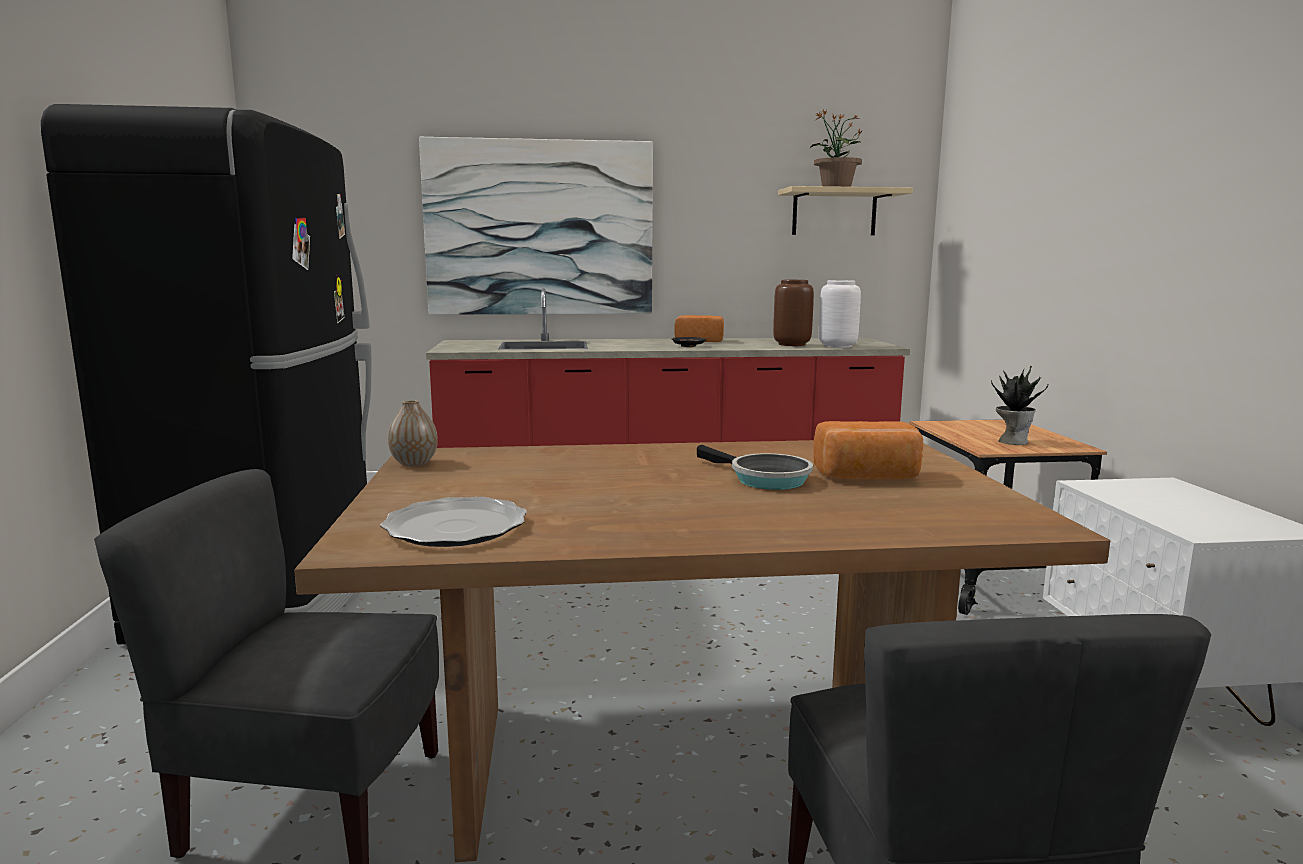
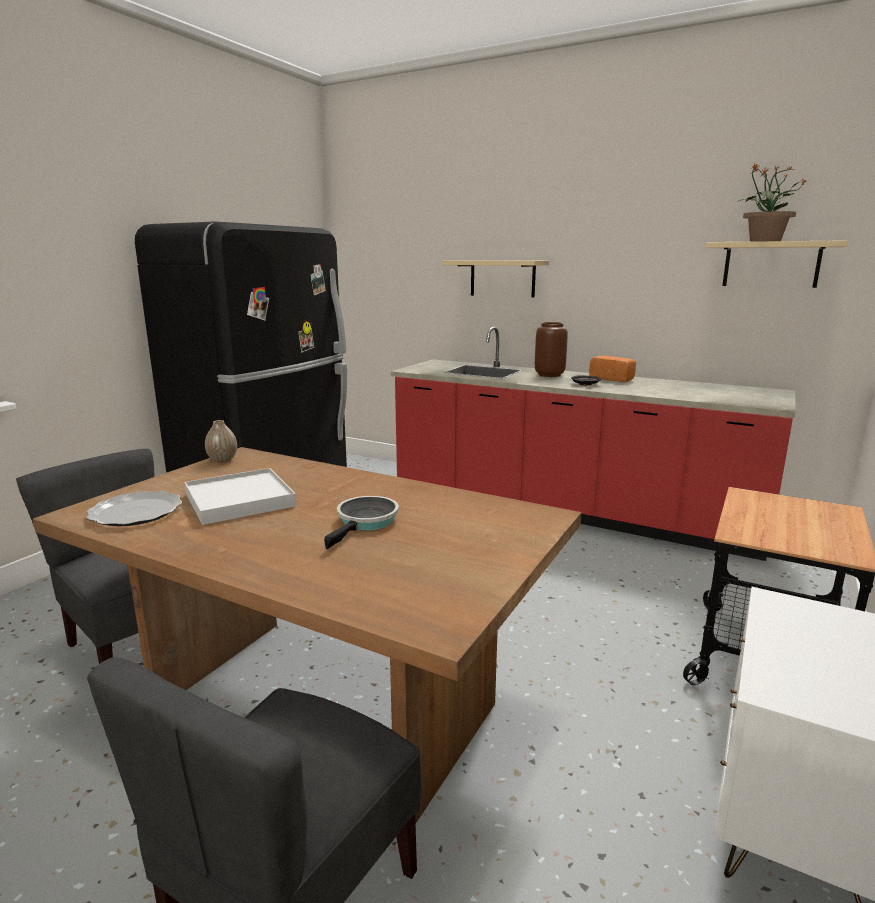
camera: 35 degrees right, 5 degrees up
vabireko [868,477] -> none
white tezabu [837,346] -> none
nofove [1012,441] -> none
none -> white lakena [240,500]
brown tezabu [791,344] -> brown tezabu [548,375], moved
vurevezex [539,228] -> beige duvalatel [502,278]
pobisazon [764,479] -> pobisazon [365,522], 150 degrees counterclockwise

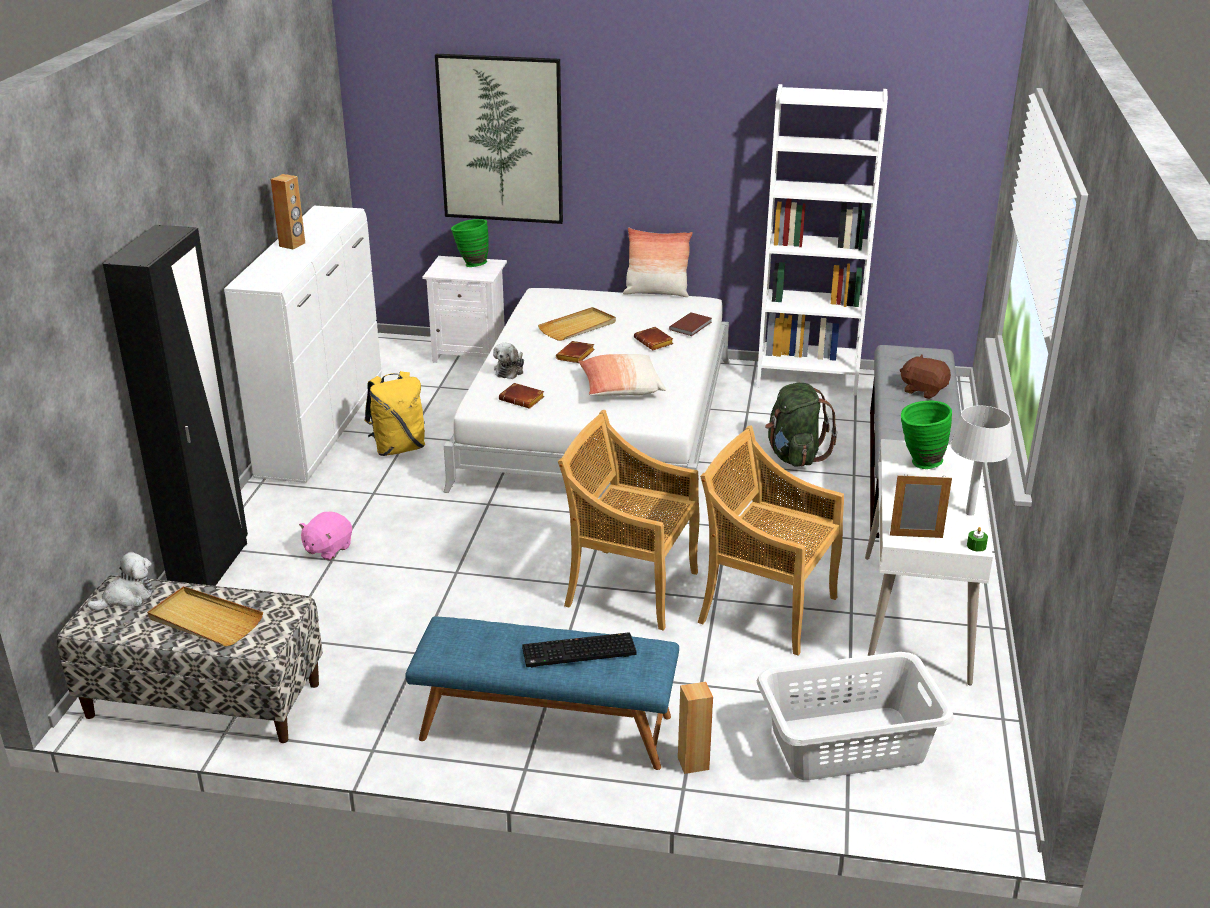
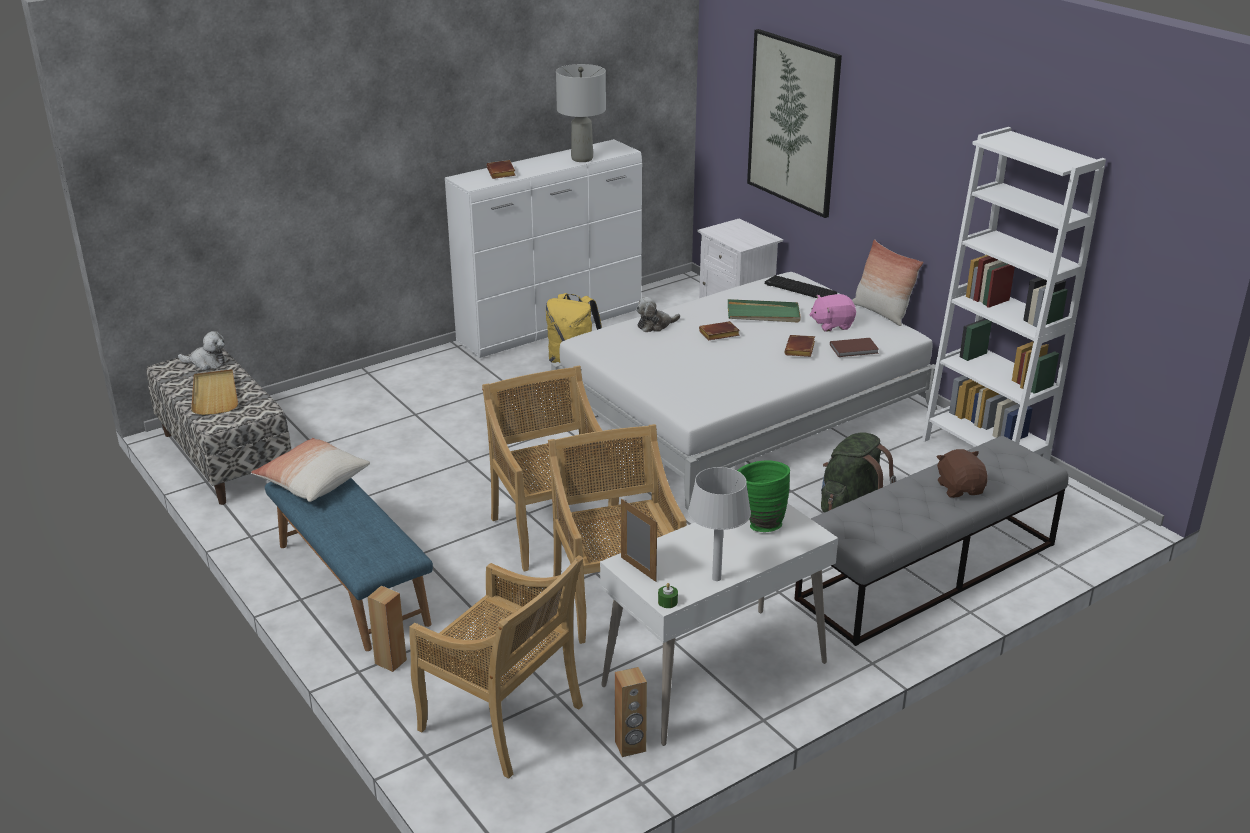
camera: 45 degrees right, 0 degrees up
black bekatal [211,568] -> none
green tezabu [471,264] -> none
none -> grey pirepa [581,159]
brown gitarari [292,245] -> brown gitarari [630,747], moved
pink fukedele [327,549] -> pink fukedele [832,325], moved
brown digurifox [523,399] -> brown digurifox [502,173], moved
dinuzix [578,653] -> dinuzix [799,289], moved
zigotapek [620,388] -> zigotapek [312,482], moved
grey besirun [849,744] -> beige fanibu [503,720]
beige lakena [578,327] -> green lakena [763,314]

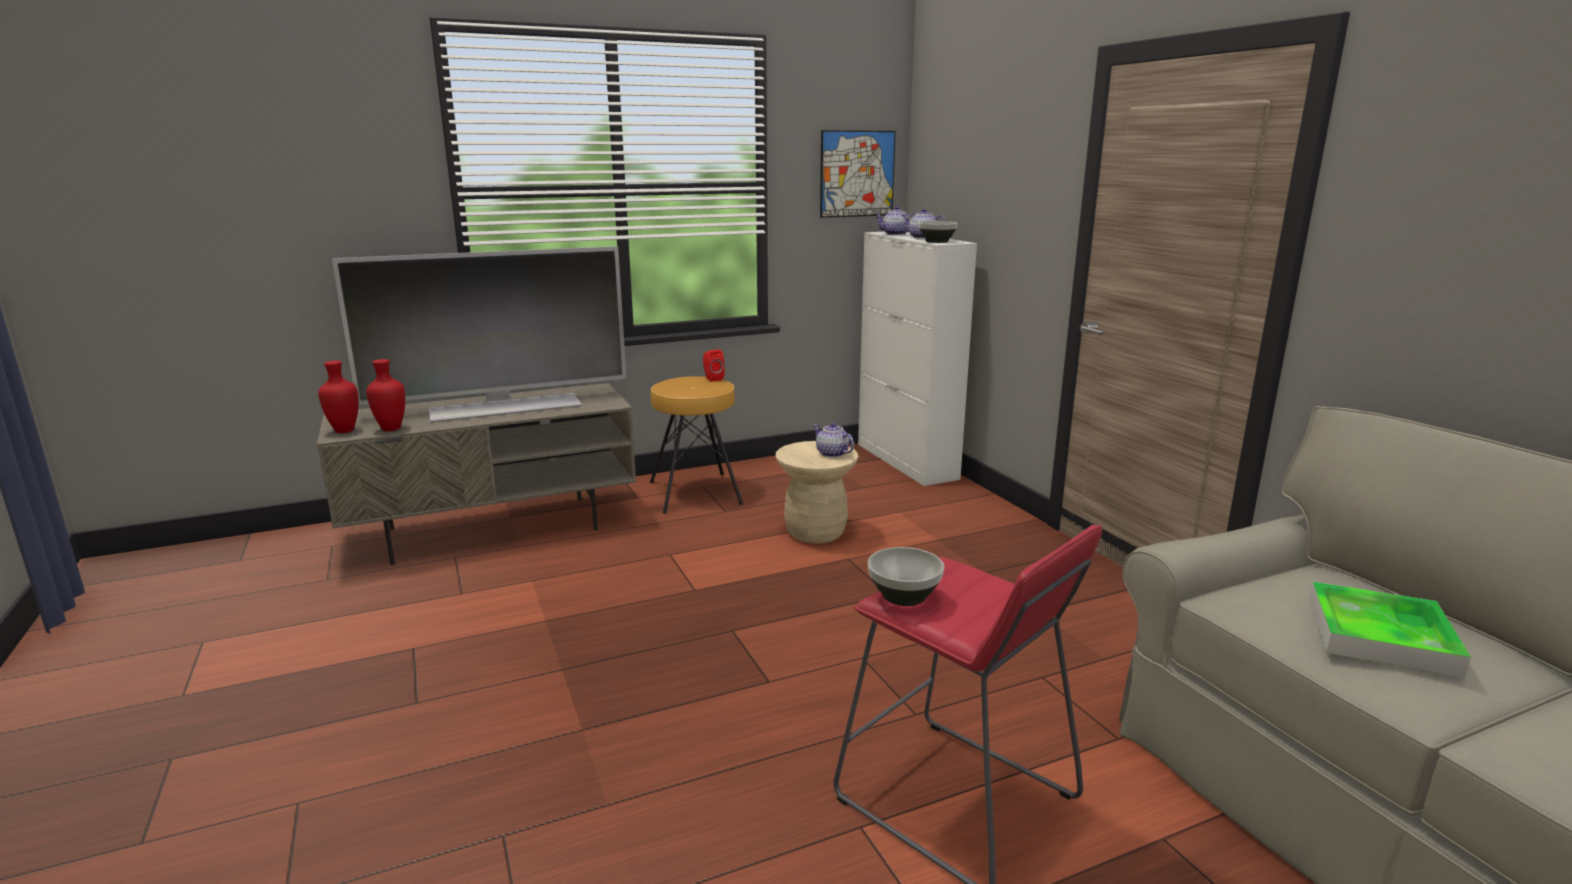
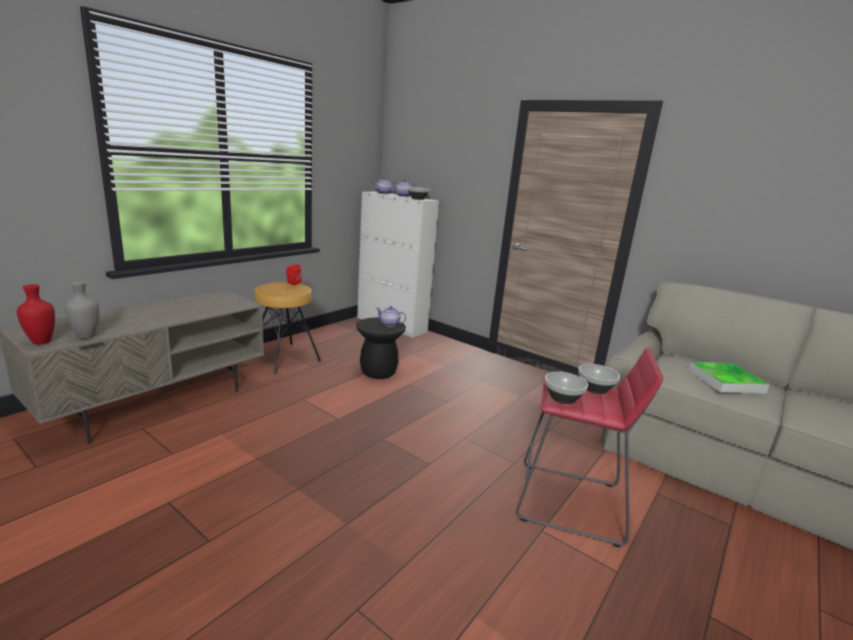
camera: 30 degrees left, 0 degrees up
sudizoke [505,407] -> none
vurevezex [857,174] -> none
none -> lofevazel [595,389]
red tezabu [392,429] -> grey tezabu [87,336]
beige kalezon [815,532] -> black kalezon [378,372]

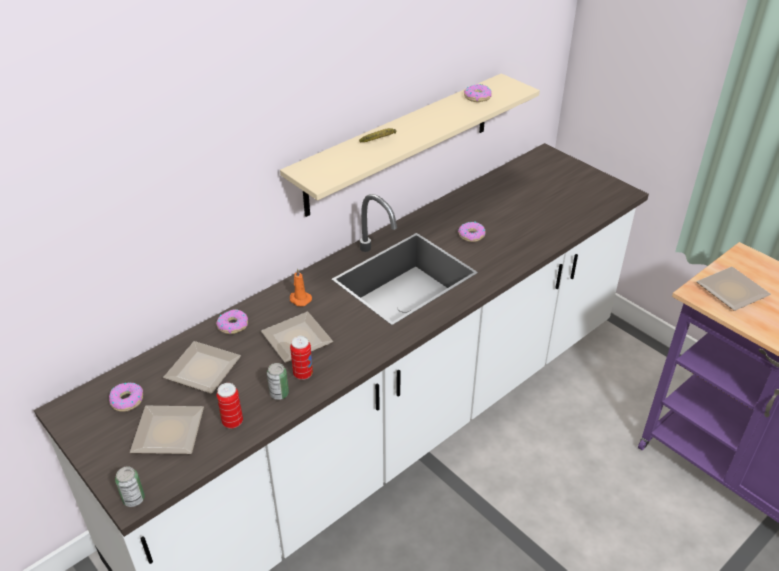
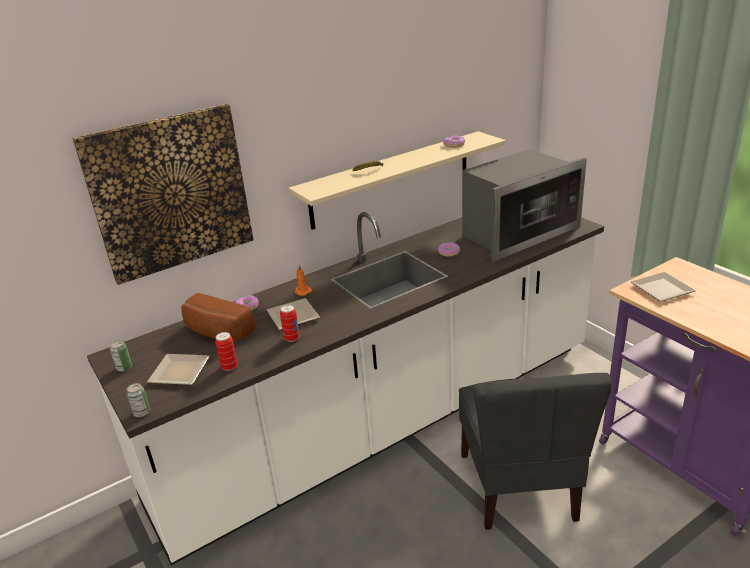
camera: 10 degrees right, 10 degrees down
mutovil [127,400] -> none
none -> vurevezex [170,193]
none -> grey fanibu [519,486]
none -> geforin [517,233]
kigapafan [279,394] -> kigapafan [124,368], moved
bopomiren [202,368] -> vabireko [216,333]

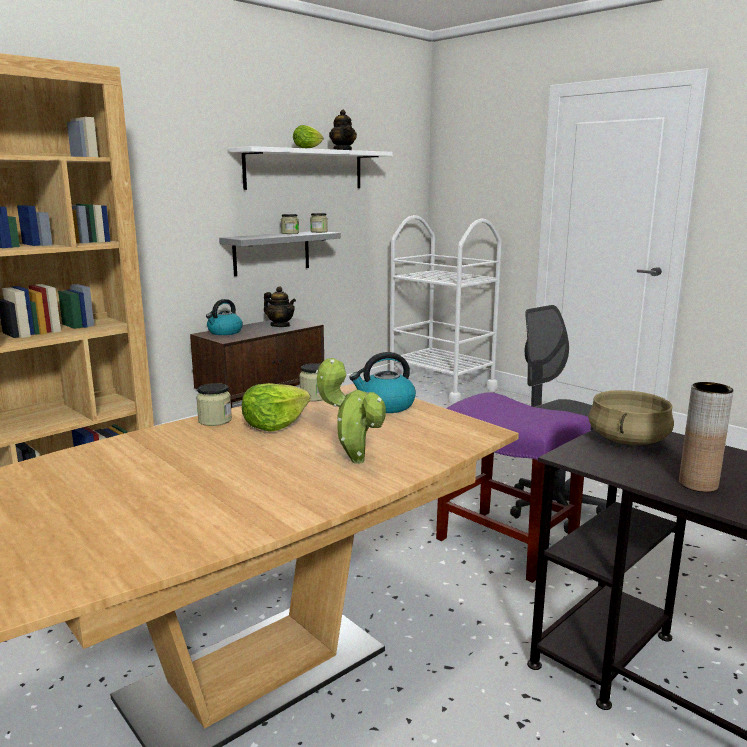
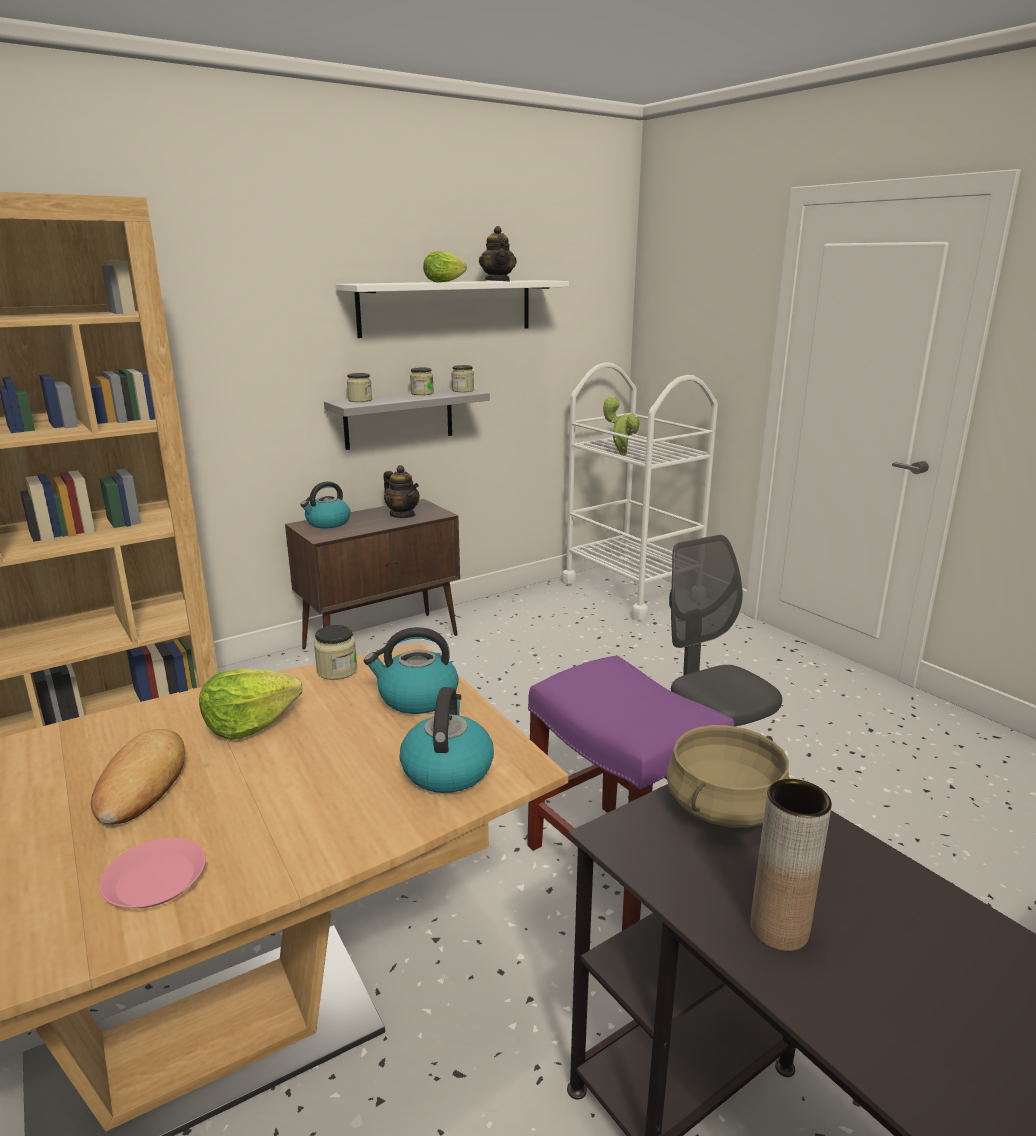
camera: 10 degrees right, 5 degrees up
none -> vabireko [141,784]
none -> pink bopomiren [156,880]
none -> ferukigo [447,769]
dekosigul [215,420] -> dekosigul [360,400], moved
nofove [353,460] -> nofove [620,453], moved

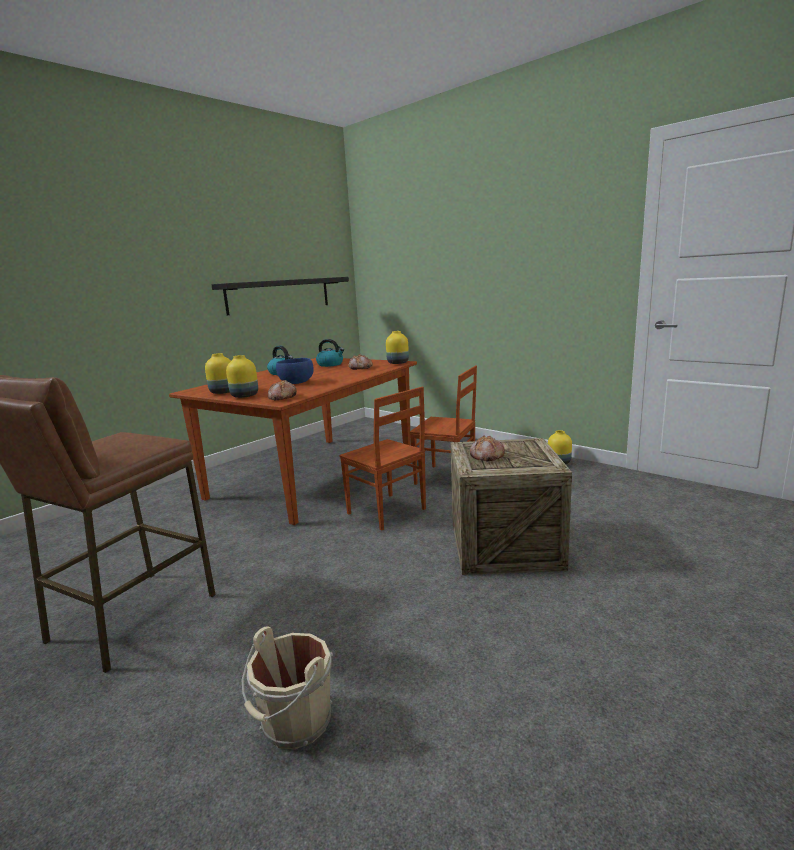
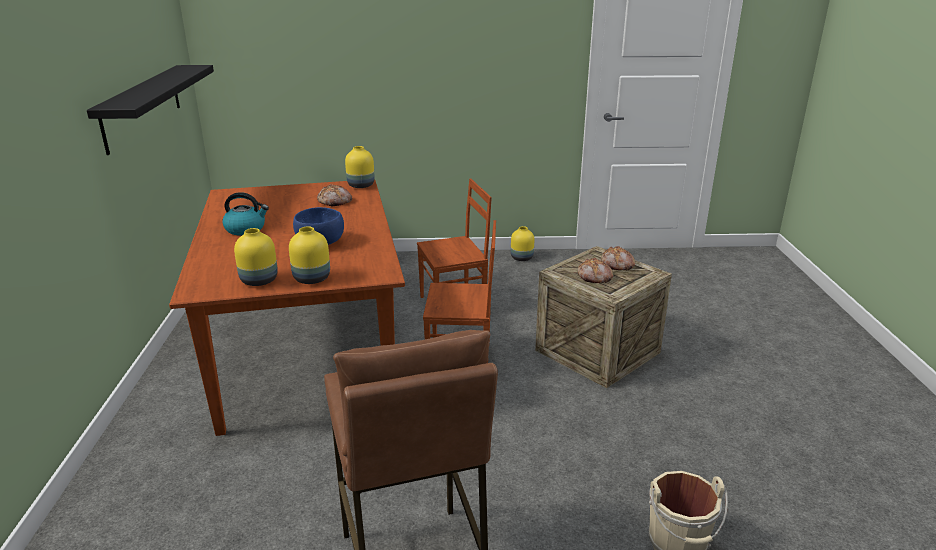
camera: 45 degrees left, 10 degrees up
ferukigo [330,364] -> none
vabireko [282,397] -> vabireko [617,265], moved

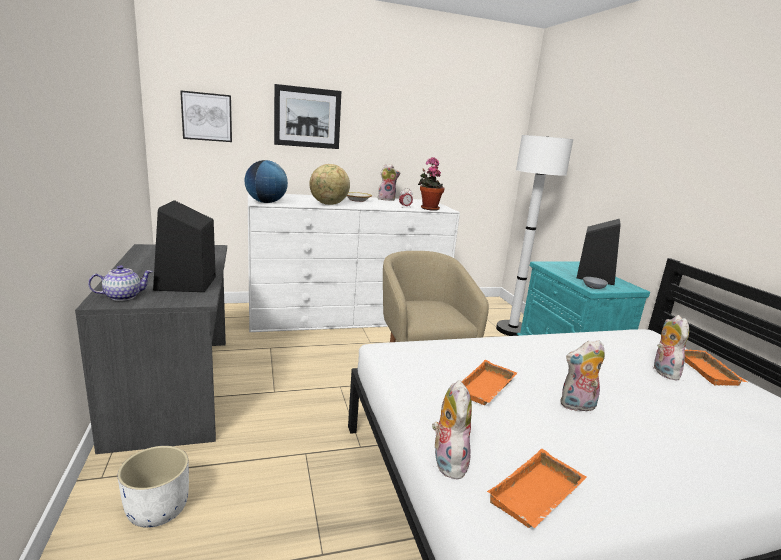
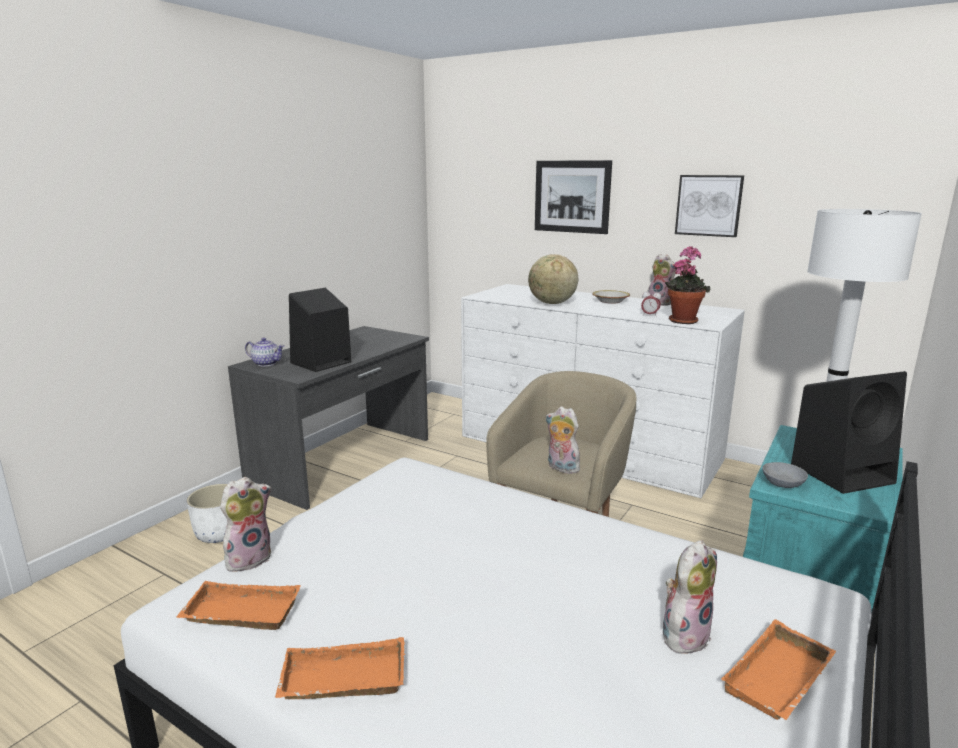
camera: 50 degrees right, 0 degrees up
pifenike [266,202] -> none
vurevezex [207,117] -> vurevezex [708,205], moved
orange lakena [486,389] -> orange lakena [342,681], moved
fukedele [577,406] -> fukedele [561,468], moved

